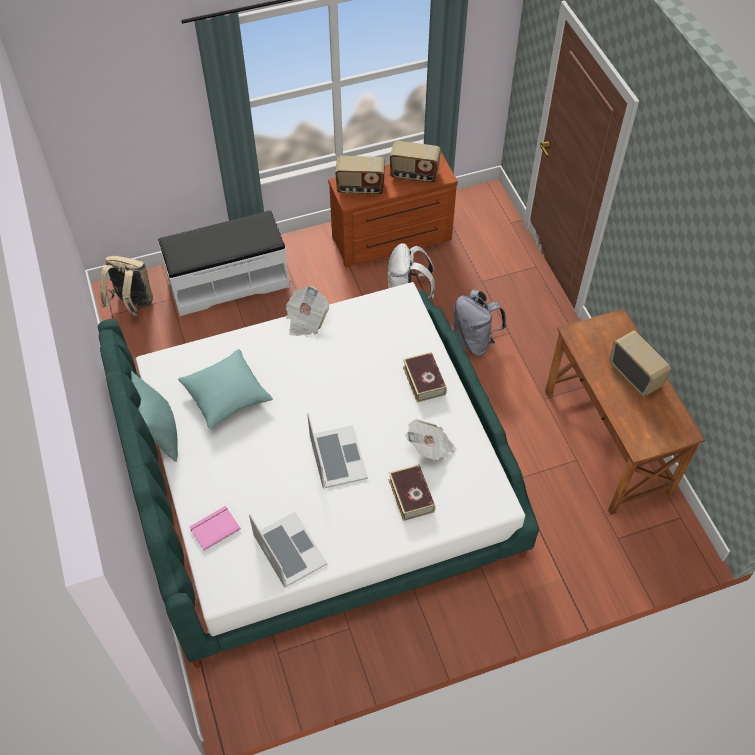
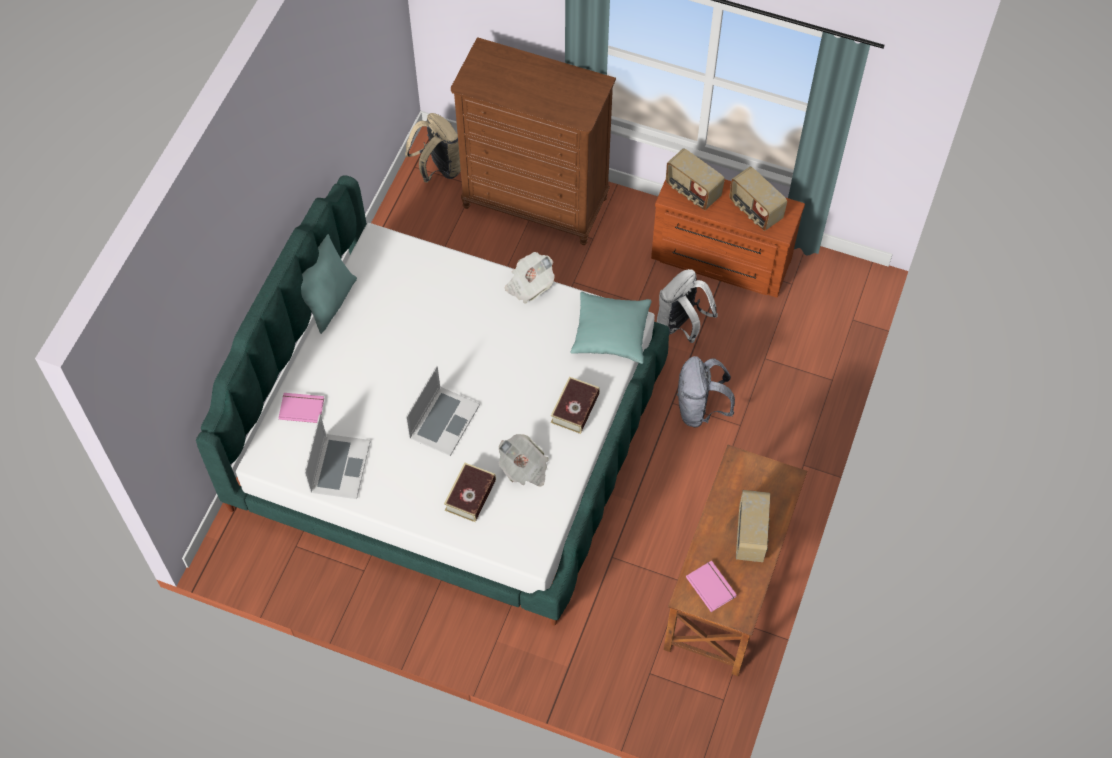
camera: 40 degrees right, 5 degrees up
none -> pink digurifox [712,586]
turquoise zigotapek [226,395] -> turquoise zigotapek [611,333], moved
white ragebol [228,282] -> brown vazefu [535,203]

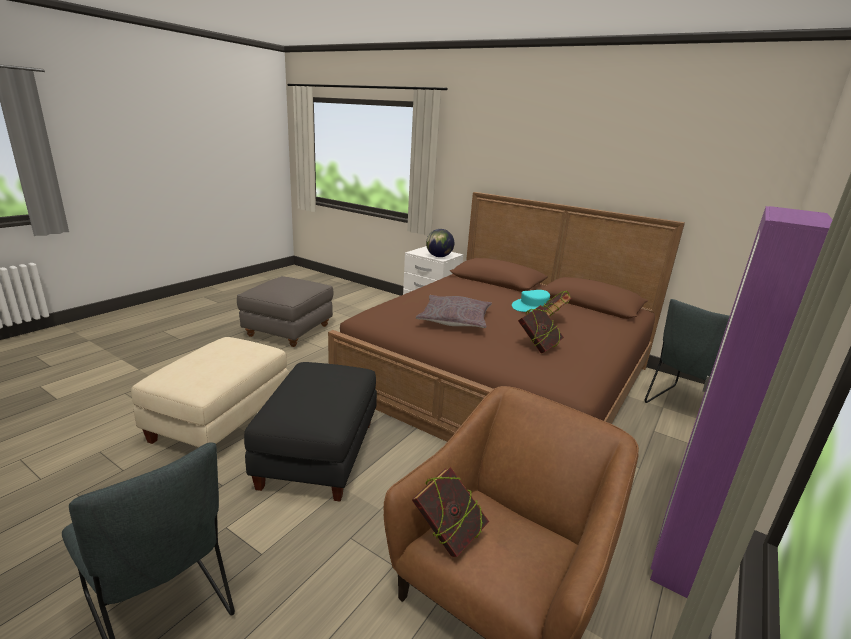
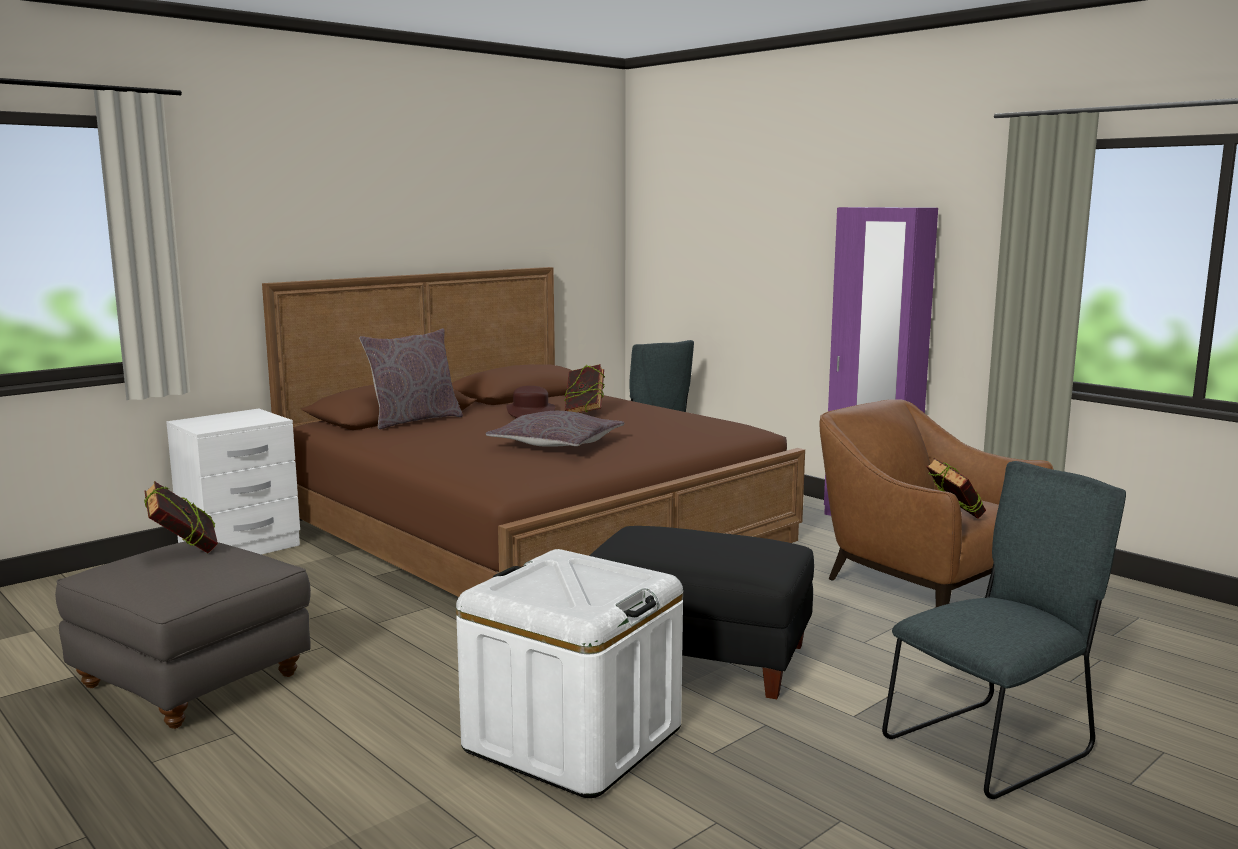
camera: 75 degrees left, 10 degrees down
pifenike [439,256] -> none
none -> grey zigotapek [414,420]
digurifox [537,347] -> digurifox [184,551], moved
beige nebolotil [221,420] -> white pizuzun [573,739]
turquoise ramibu [533,307] -> brown ramibu [530,412]

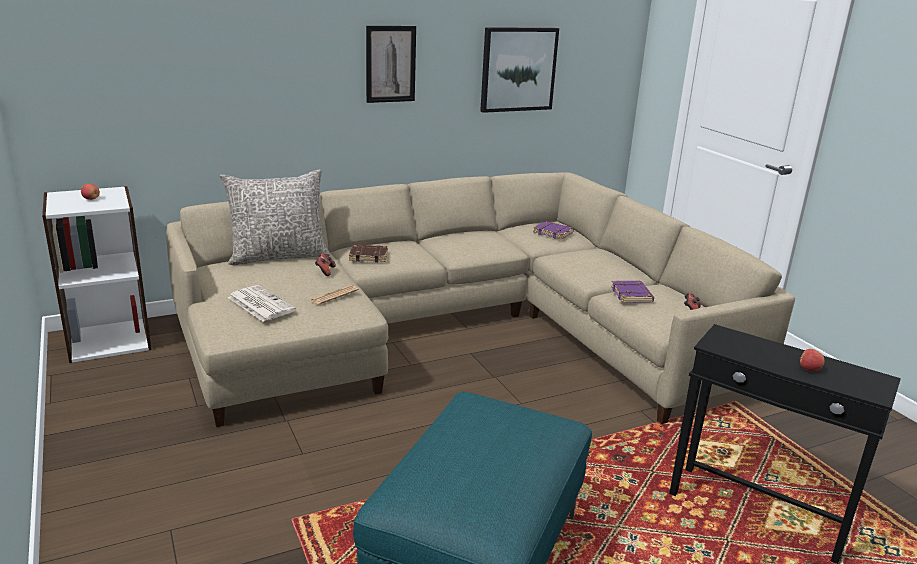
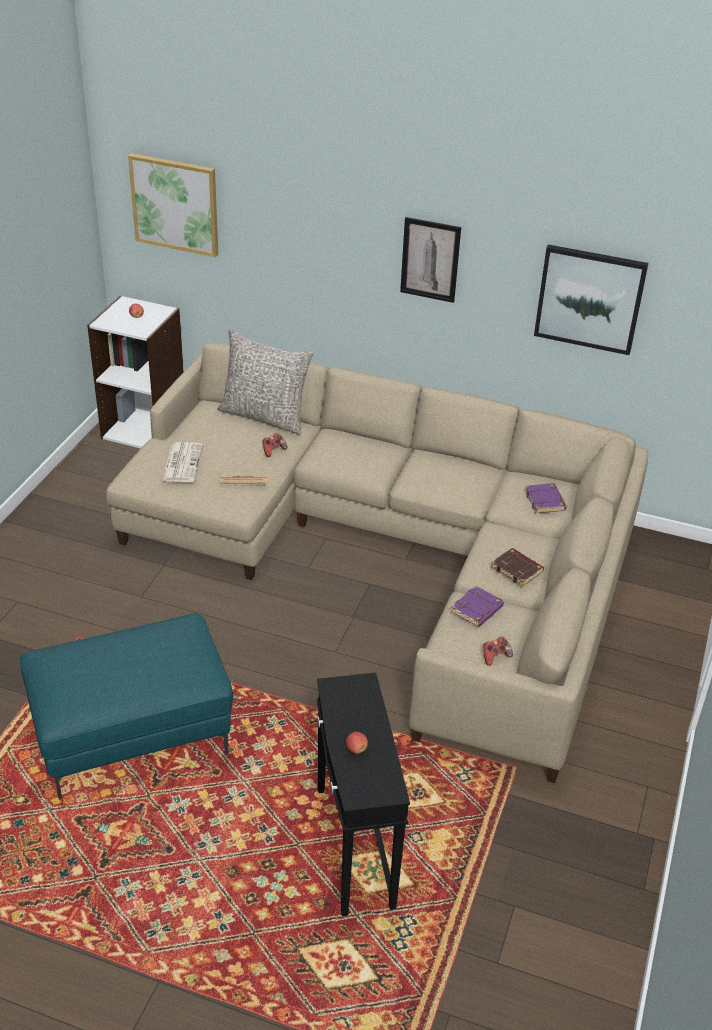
camera: 45 degrees right, 15 degrees up
none -> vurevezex [175,204]
brown digurifox [369,256] -> brown digurifox [517,570], moved

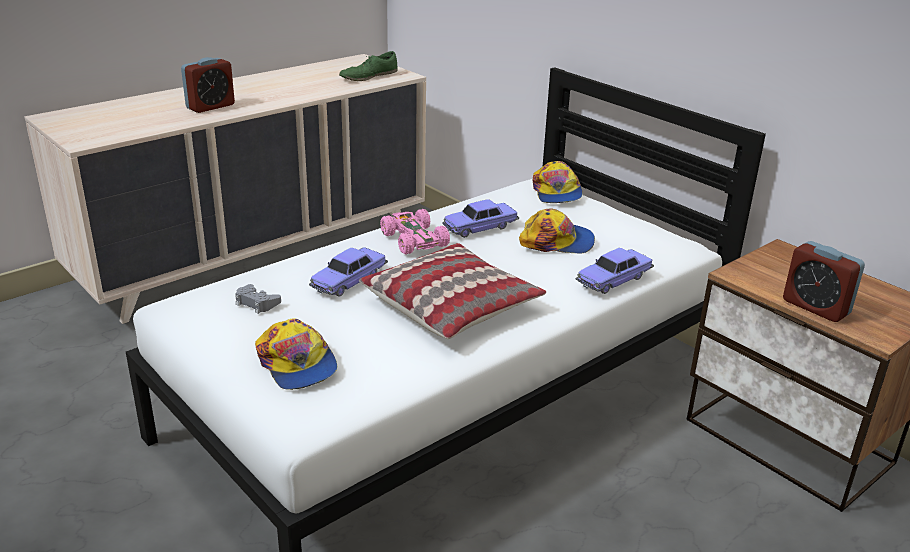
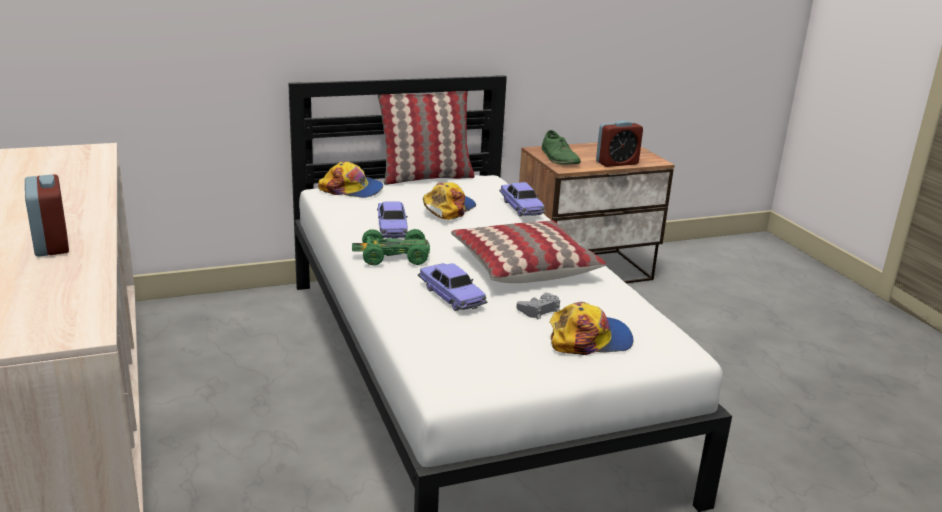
camera: 70 degrees left, 5 degrees down
none -> zigotapek [426,177]
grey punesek [256,303] -> grey punesek [539,310], moved
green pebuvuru [368,76] -> green pebuvuru [559,158], moved
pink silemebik [413,239] -> green silemebik [393,256]

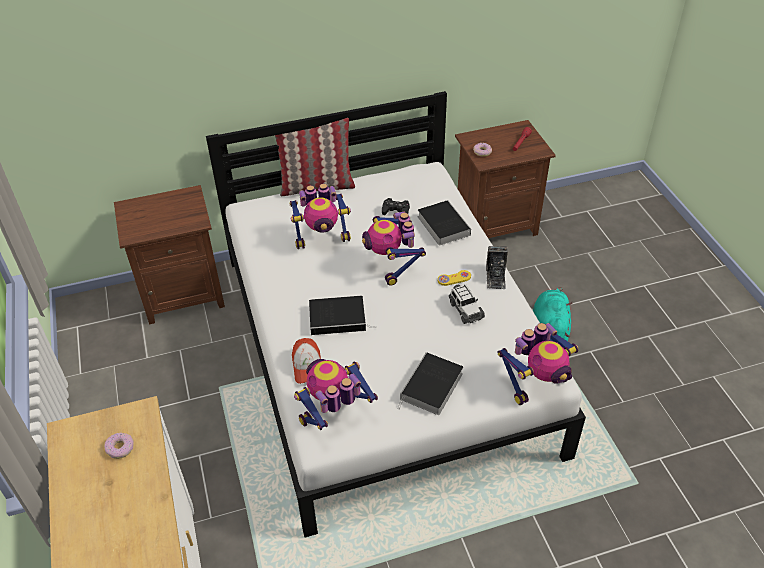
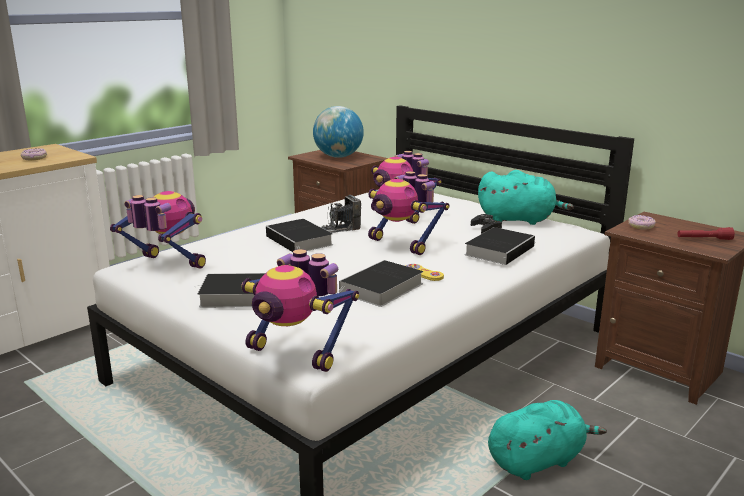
camera: 60 degrees right, 25 degrees down
zigotapek [316,186] -> none
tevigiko [307,366] -> none
none -> pifenike [338,157]
none -> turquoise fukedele [519,220]
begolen [495,277] -> begolen [340,228], moved
silemebik [465,310] -> digurifox [380,289]
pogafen [392,265] -> pogafen [403,244], 90 degrees counterclockwise

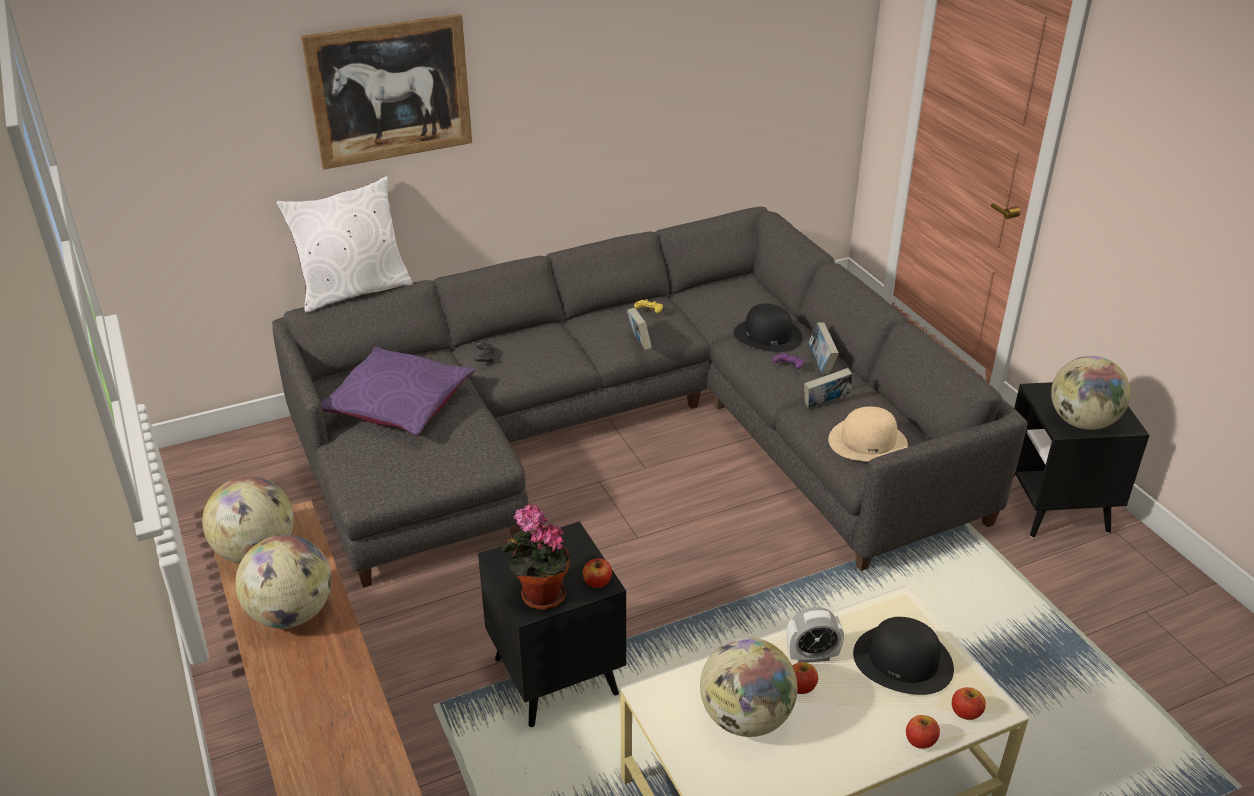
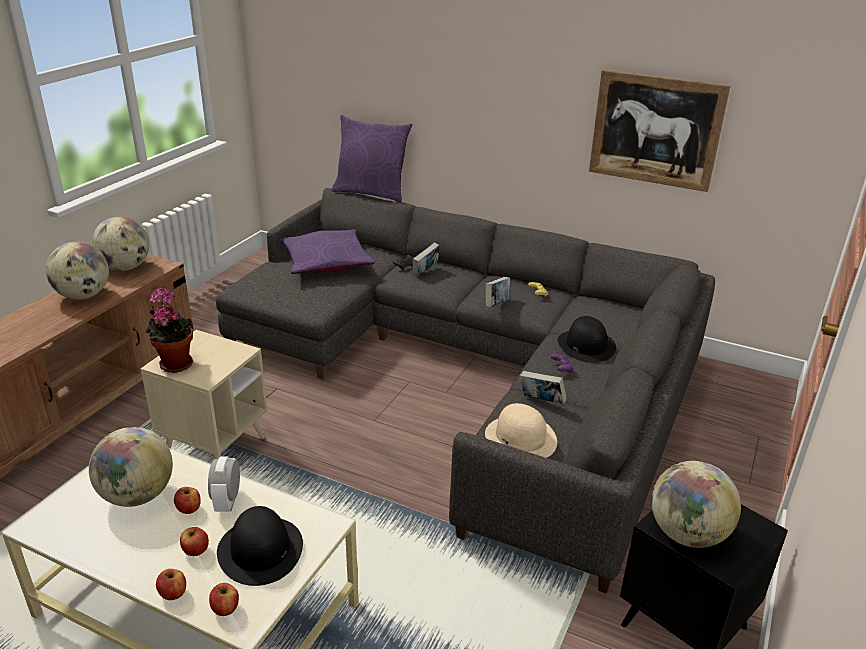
camera: 50 degrees right, 5 degrees down
vurevezex [390,91] -> vurevezex [655,130], moved
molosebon [597,582] -> molosebon [195,550], moved
digurifox [821,363] -> digurifox [425,272], moved
white zigotapek [353,290] -> purple zigotapek [371,193]
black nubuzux [556,676] -> beige nubuzux [215,447]
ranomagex [812,655] -> ranomagex [227,501], 45 degrees clockwise

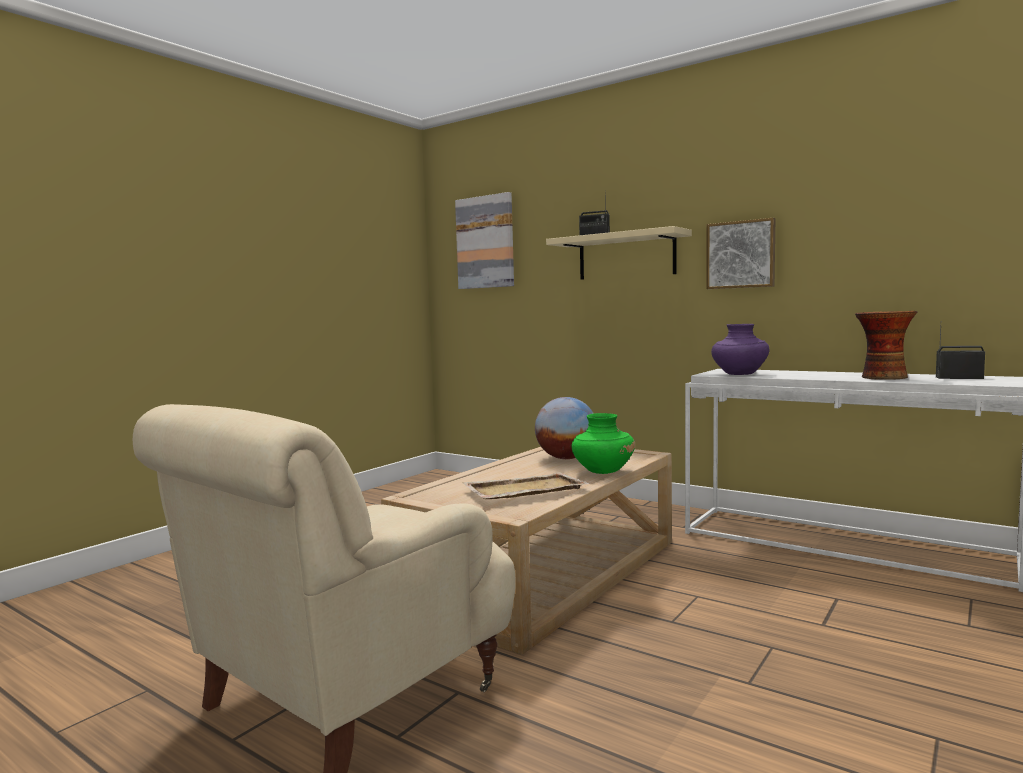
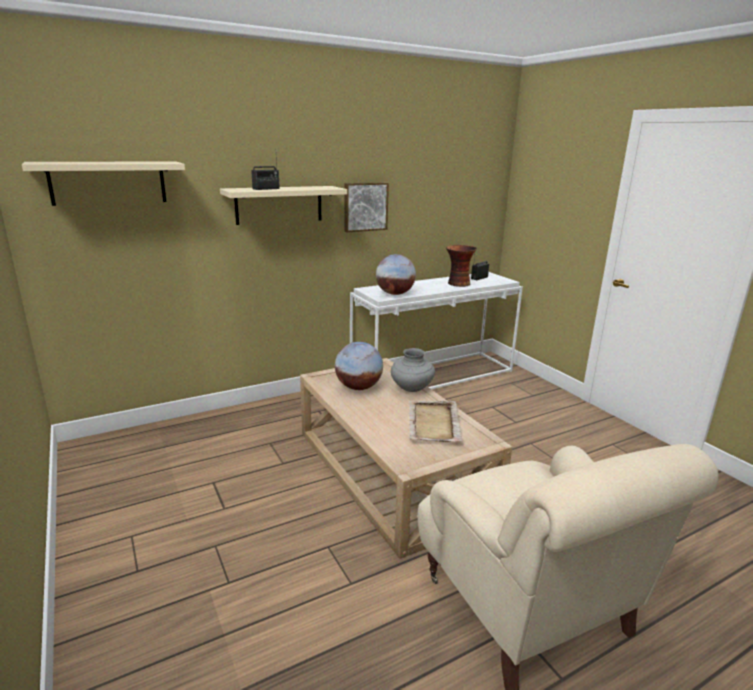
camera: 65 degrees left, 15 degrees up
vurevezex [485,242] -> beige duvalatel [108,182]
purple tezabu [739,374] -> pifenike [395,294]
green tezabu [602,471] -> grey tezabu [411,388]

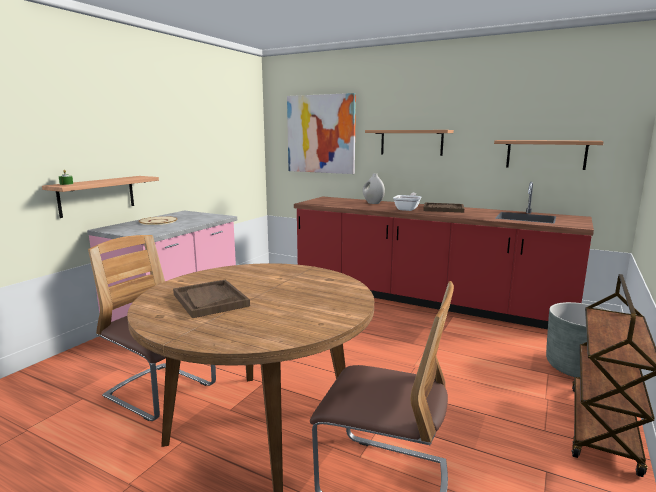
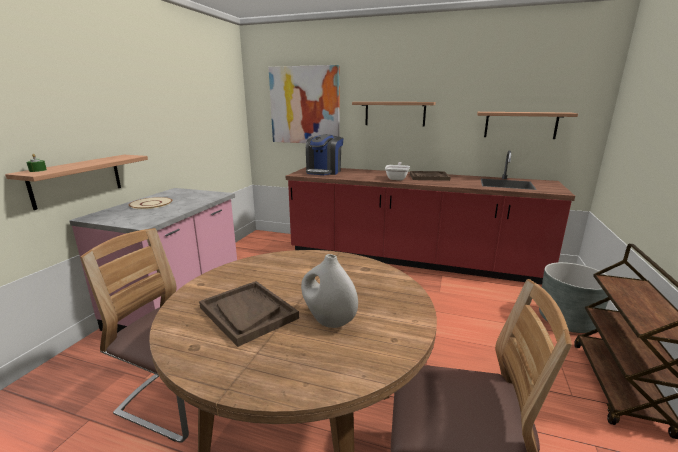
camera: 10 degrees left, 5 degrees up
none -> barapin [324,172]
white tezabu [373,203] -> white tezabu [328,320], moved

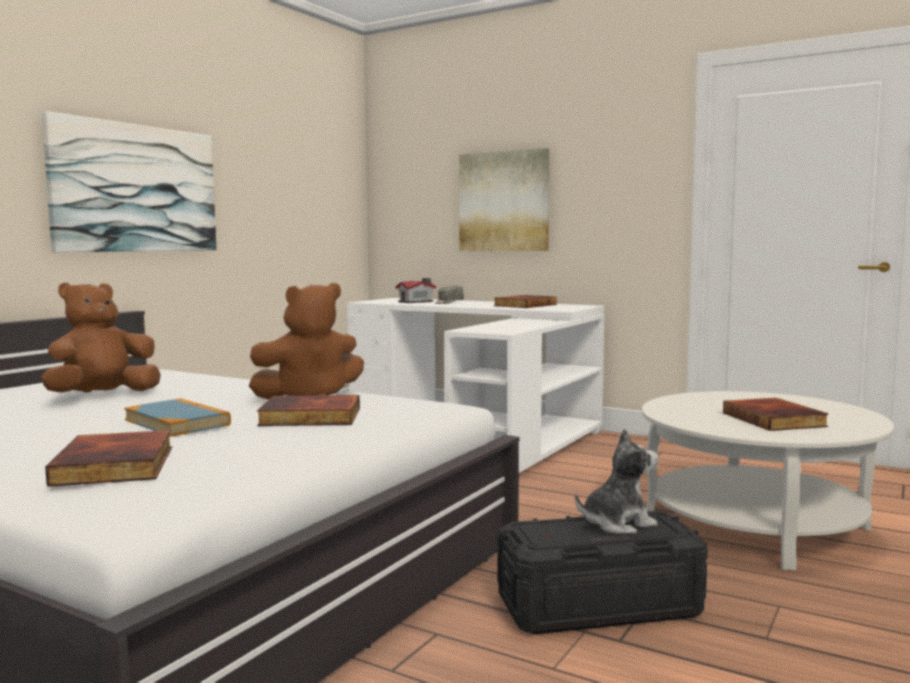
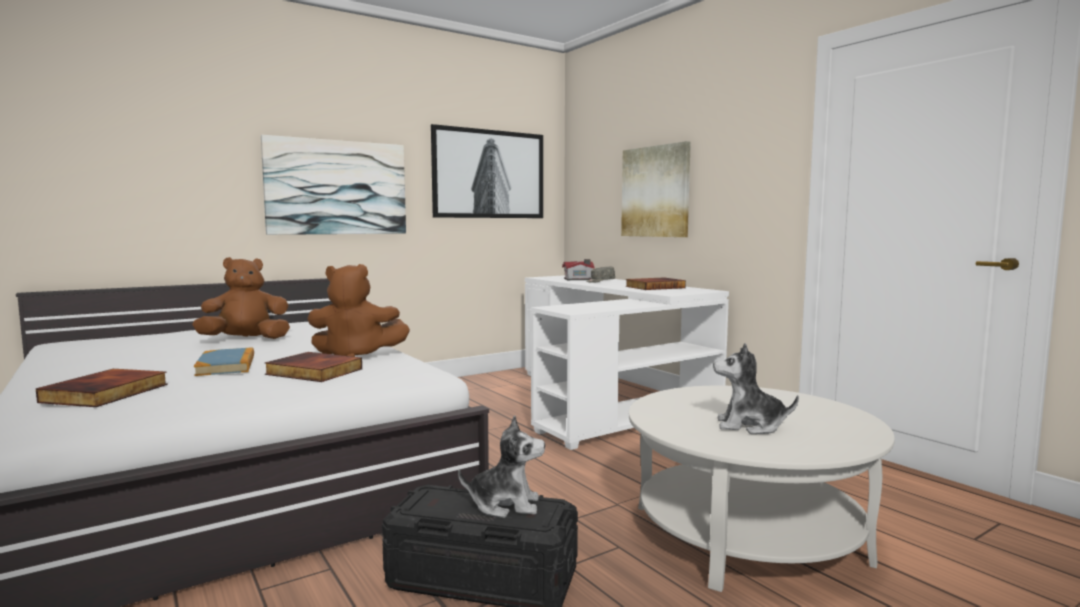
camera: 25 degrees right, 0 degrees up
none -> vurevezex [489,174]
digurifox [775,419] -> fukedele [750,426]

